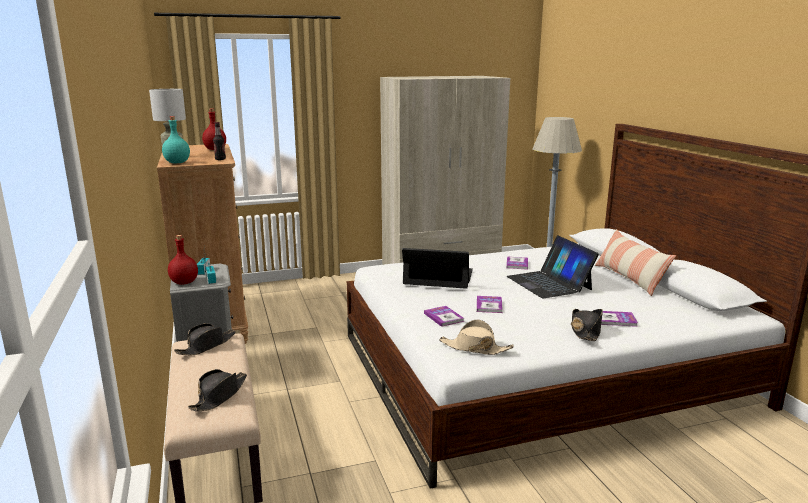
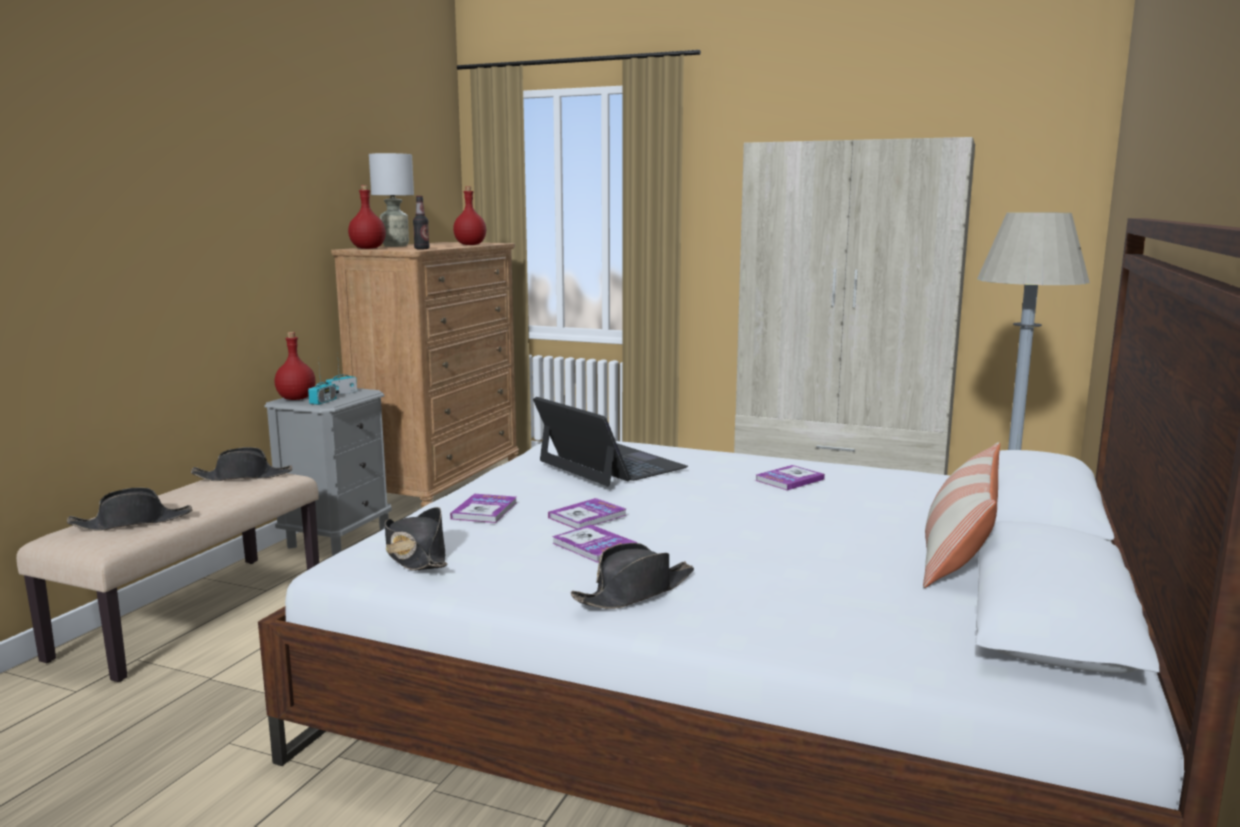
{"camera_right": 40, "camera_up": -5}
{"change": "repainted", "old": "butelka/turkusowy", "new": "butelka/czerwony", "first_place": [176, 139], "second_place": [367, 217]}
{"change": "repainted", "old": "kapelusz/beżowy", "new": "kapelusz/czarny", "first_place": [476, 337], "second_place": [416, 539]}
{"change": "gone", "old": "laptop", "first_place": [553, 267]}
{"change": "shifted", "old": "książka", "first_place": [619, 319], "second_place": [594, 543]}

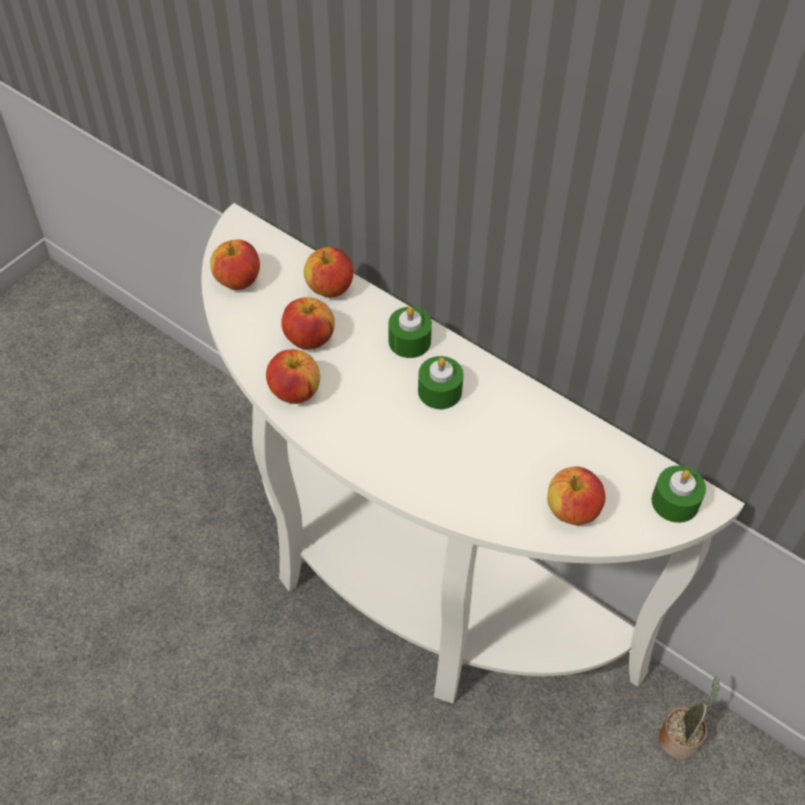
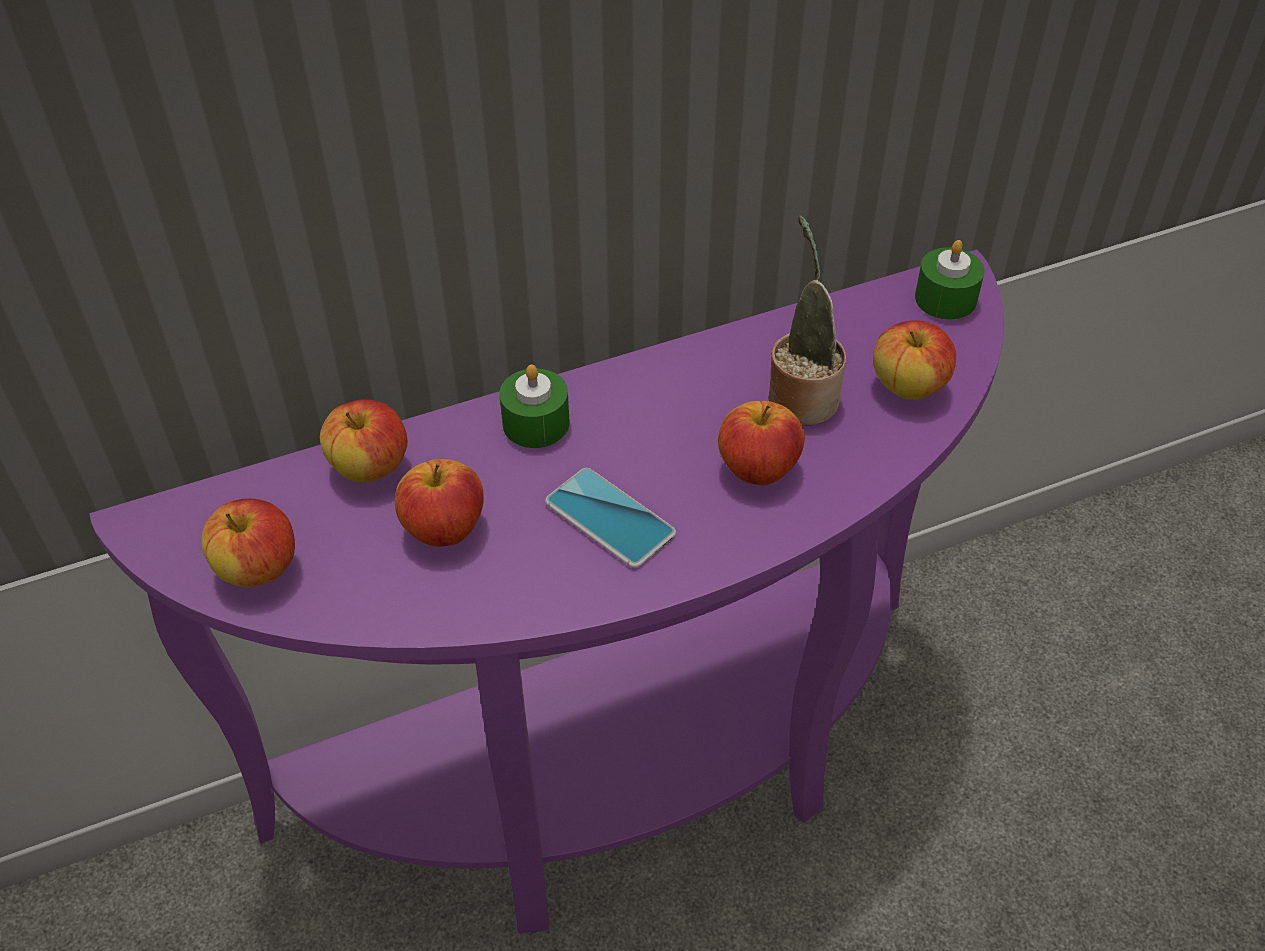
{"camera_right": -60, "camera_up": -5}
{"change": "repainted", "old": "stolik konsolowy/biały", "new": "stolik konsolowy/fioletowy", "first_place": [473, 453], "second_place": [546, 591]}
{"change": "shifted", "old": "jabłko", "first_place": [293, 376], "second_place": [761, 443]}
{"change": "gone", "old": "świeca/zielony", "first_place": [441, 382]}
{"change": "shifted", "old": "roślina doniczkowa", "first_place": [689, 718], "second_place": [807, 321]}
{"change": "new", "new": "telefon", "second_place": [610, 518]}

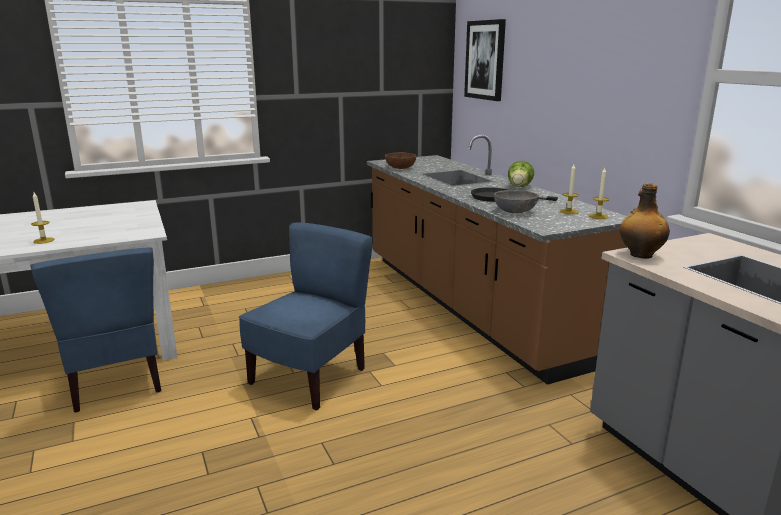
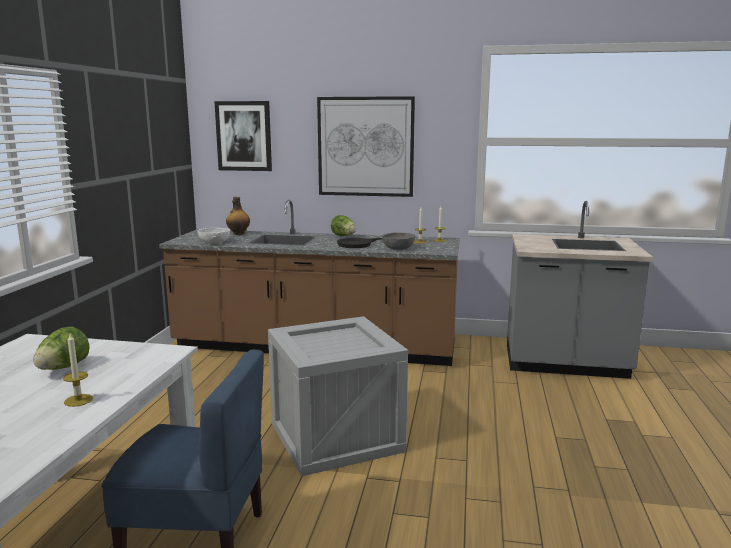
{"camera_right": -55, "camera_up": -5}
{"change": "swapped", "old": "krzesło/niebieski", "new": "skrzynka", "first_place": [306, 316], "second_place": [338, 396]}
{"change": "repainted", "old": "miska/brązowy", "new": "miska/biały", "first_place": [401, 160], "second_place": [213, 236]}
{"change": "shifted", "old": "butelka", "first_place": [645, 221], "second_place": [238, 216]}
{"change": "new", "new": "sałata", "second_place": [61, 348]}
{"change": "new", "new": "obraz", "second_place": [366, 146]}

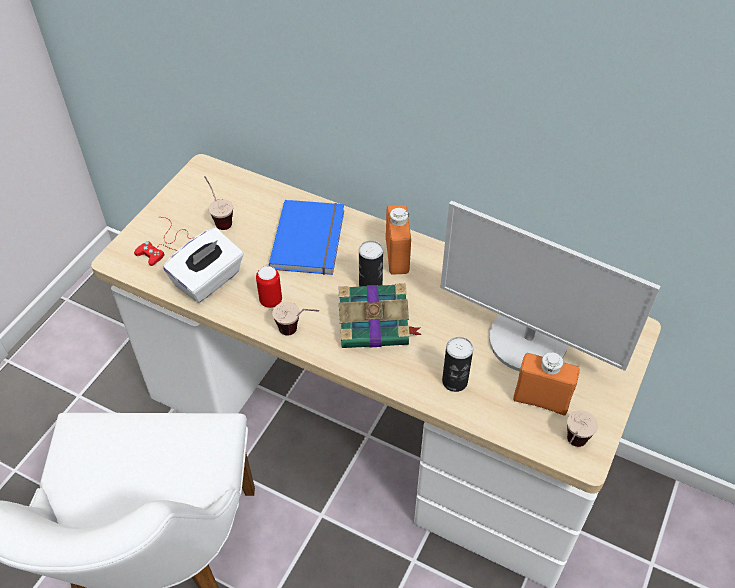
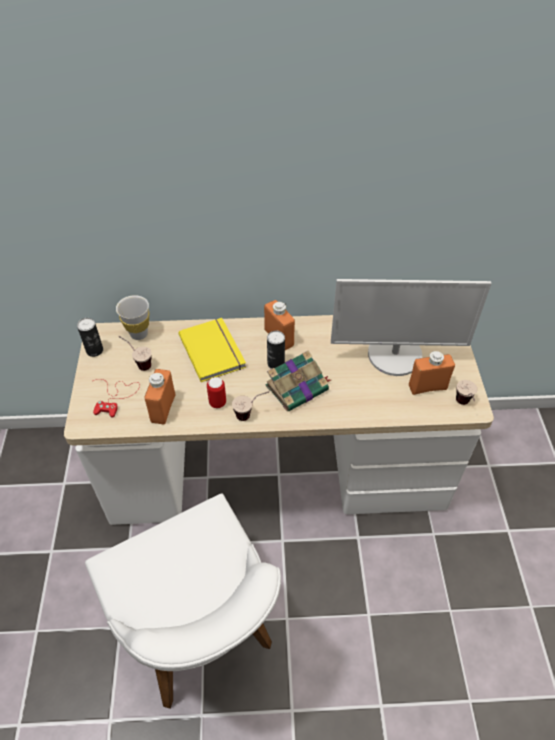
{"camera_right": -30, "camera_up": 0}
{"change": "swapped", "old": "pudełko chusteczek/biały", "new": "butelka/pomarańczowy", "first_place": [203, 265], "second_place": [160, 396]}
{"change": "repainted", "old": "książka/niebieski", "new": "książka/żółty", "first_place": [306, 237], "second_place": [212, 350]}
{"change": "shifted", "old": "puszka", "first_place": [457, 364], "second_place": [90, 337]}
{"change": "new", "new": "filiżanka/biały", "second_place": [132, 317]}

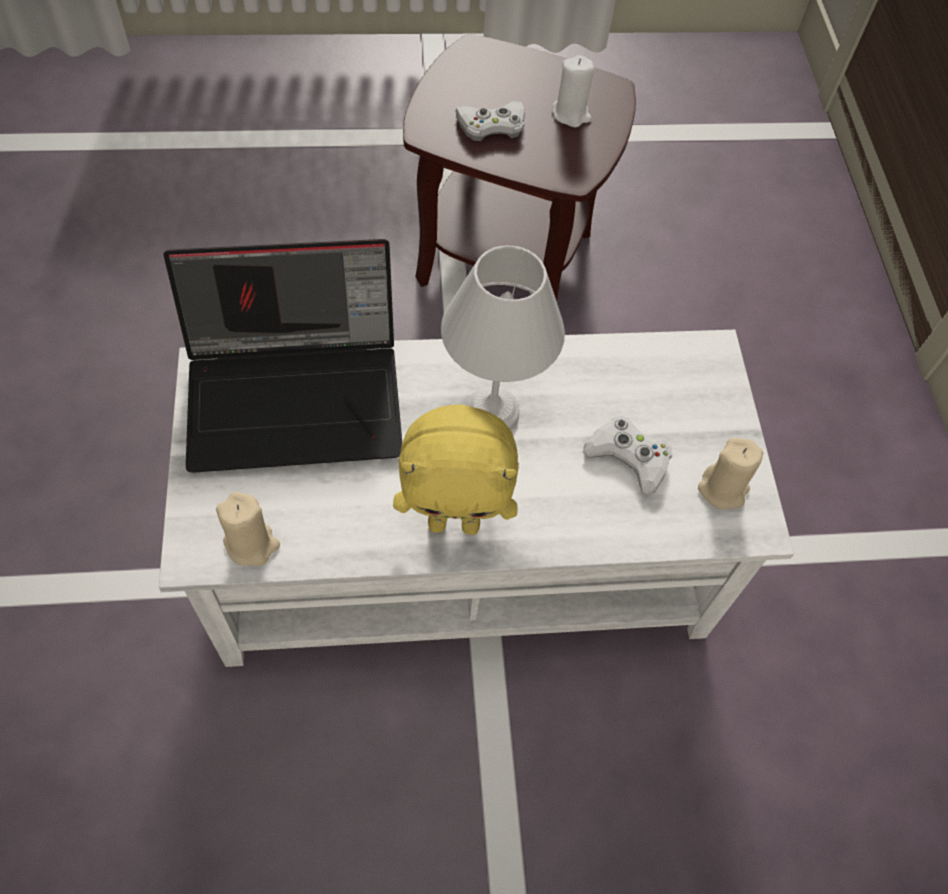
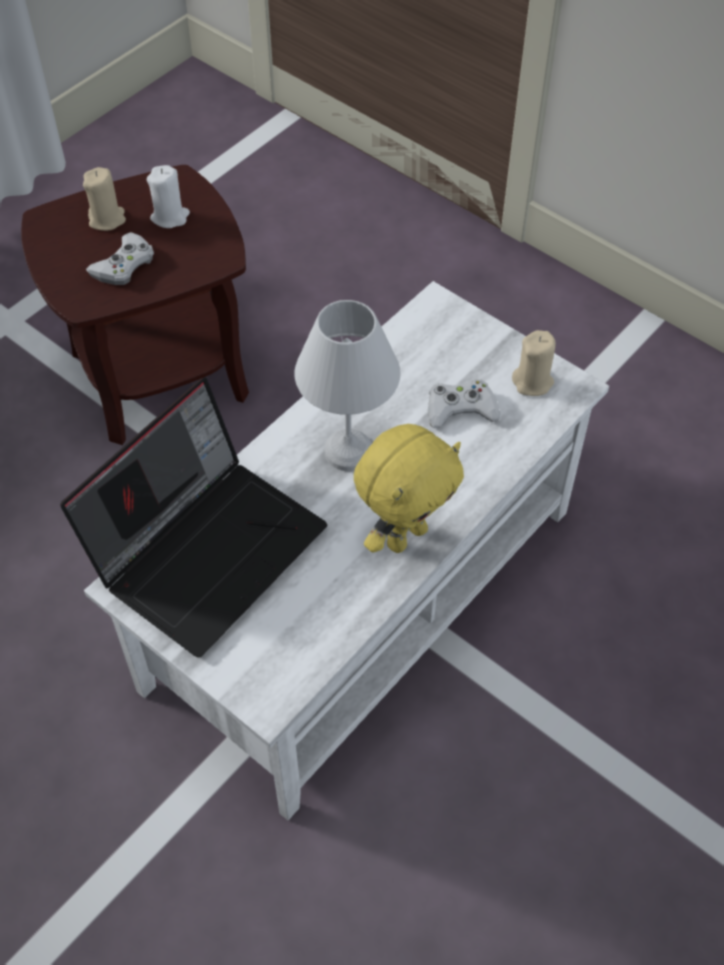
{"camera_right": -40, "camera_up": -5}
{"change": "shifted", "old": "świeca/beżowy", "first_place": [248, 529], "second_place": [104, 199]}

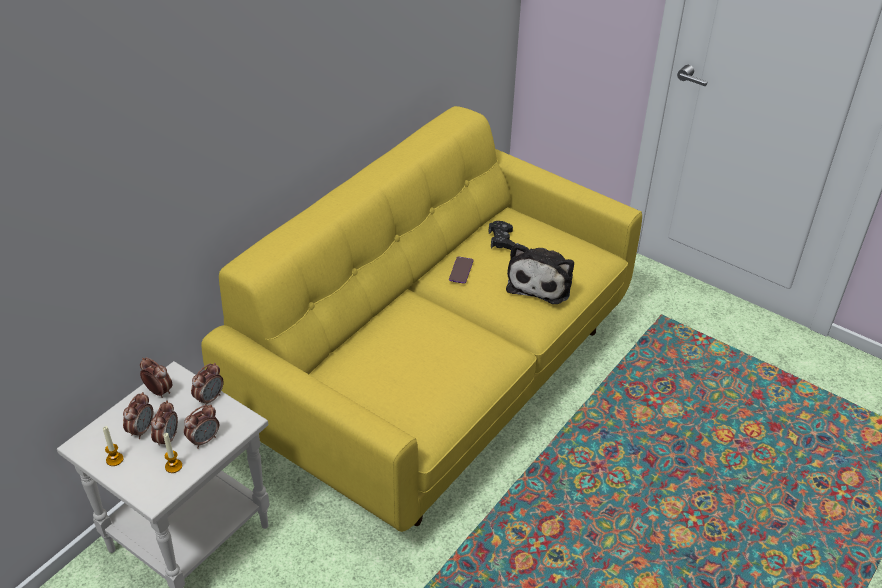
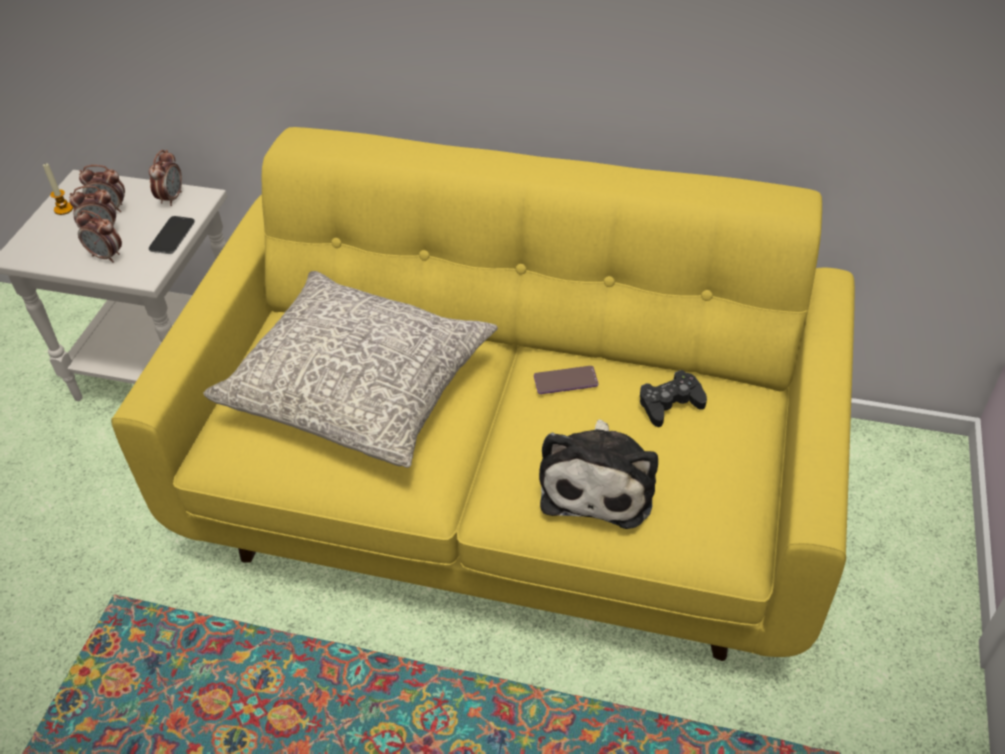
{"camera_right": 70, "camera_up": 5}
{"change": "gone", "old": "świeca", "first_place": [173, 453]}
{"change": "swapped", "old": "budzik", "new": "telefon", "first_place": [207, 384], "second_place": [172, 235]}
{"change": "rotated", "old": "pluszak", "first_place": [540, 273], "second_place": [598, 474], "degrees": -75}
{"change": "new", "new": "poduszka/szary", "second_place": [350, 369]}

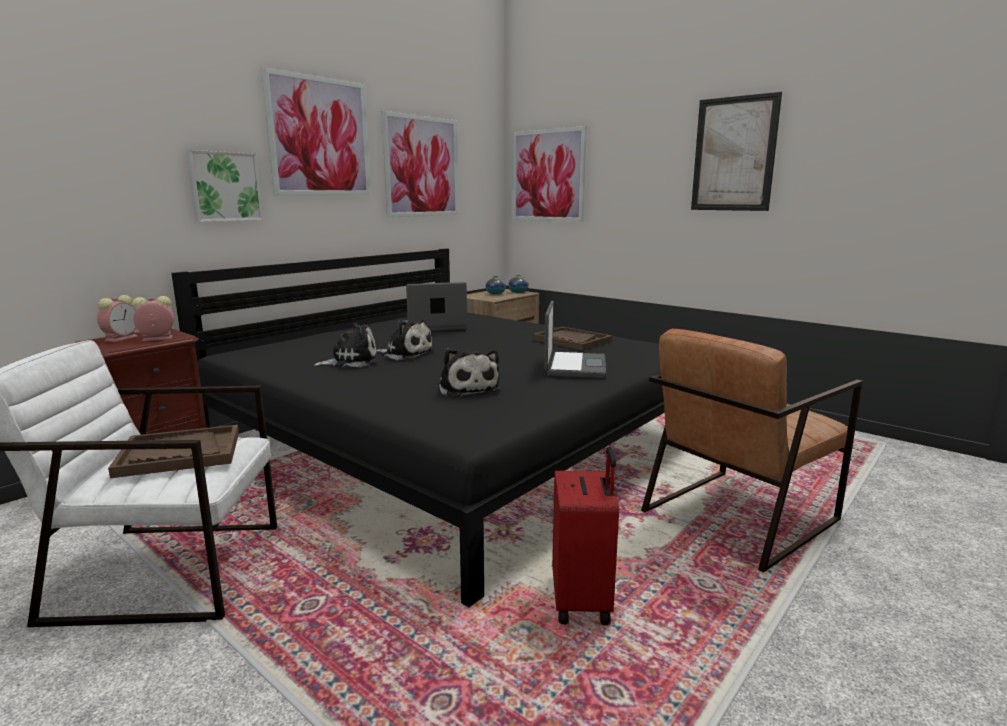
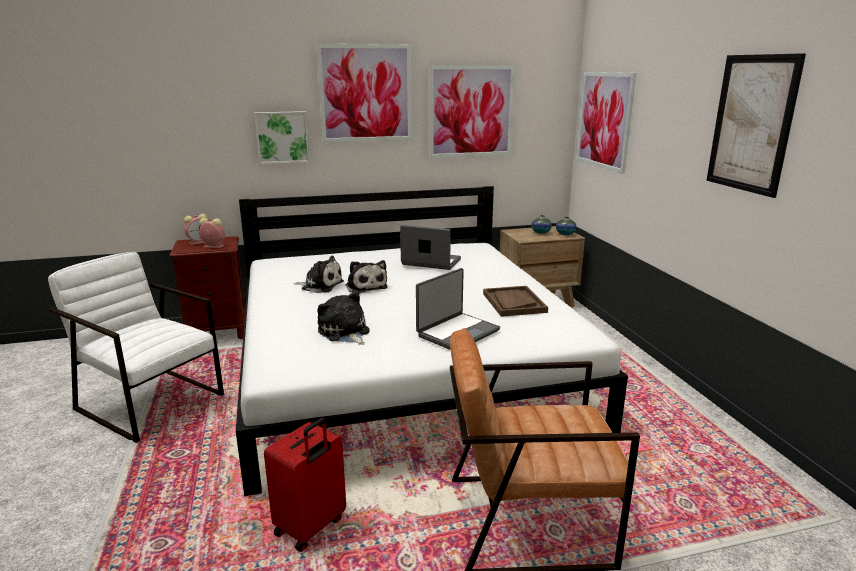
{"camera_right": 35, "camera_up": 5}
{"change": "gone", "old": "taca/brązowy", "first_place": [173, 451]}
{"change": "repainted", "old": "łóżko/czarny", "new": "łóżko/biały", "first_place": [418, 427], "second_place": [432, 341]}
{"change": "rotated", "old": "pluszak", "first_place": [469, 373], "second_place": [343, 318], "degrees": 135}

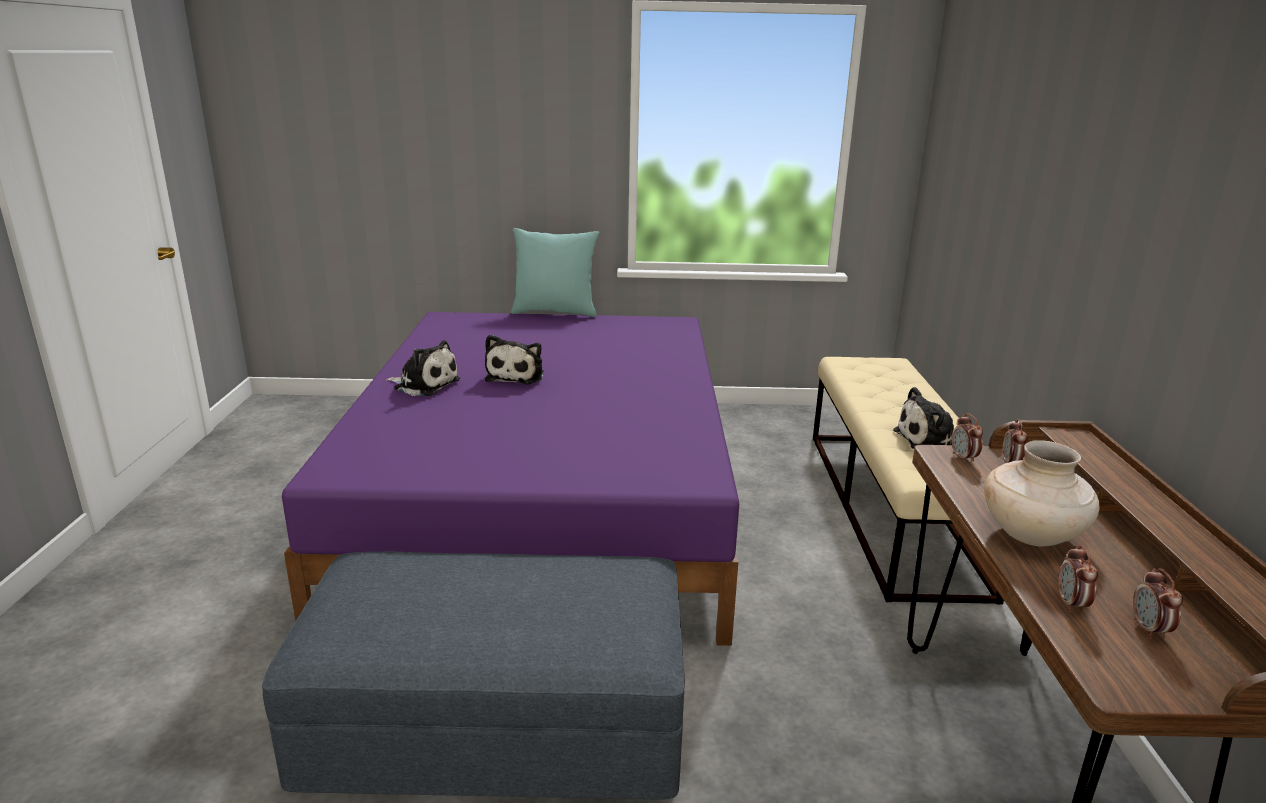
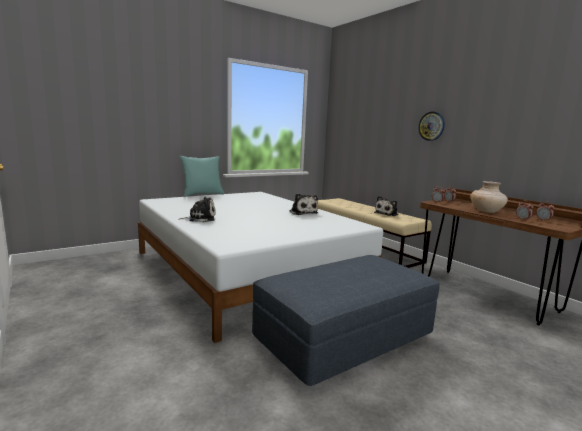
{"camera_right": -35, "camera_up": -10}
{"change": "repainted", "old": "łóżko/fioletowy", "new": "łóżko/biały", "first_place": [510, 479], "second_place": [260, 267]}
{"change": "shifted", "old": "pluszak", "first_place": [514, 359], "second_place": [304, 204]}
{"change": "new", "new": "zegar ścienny", "second_place": [431, 126]}

